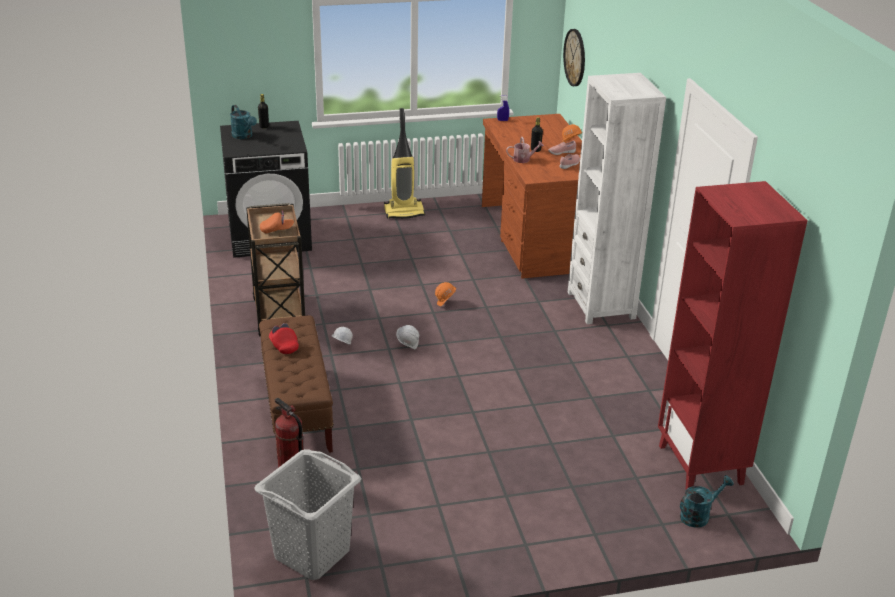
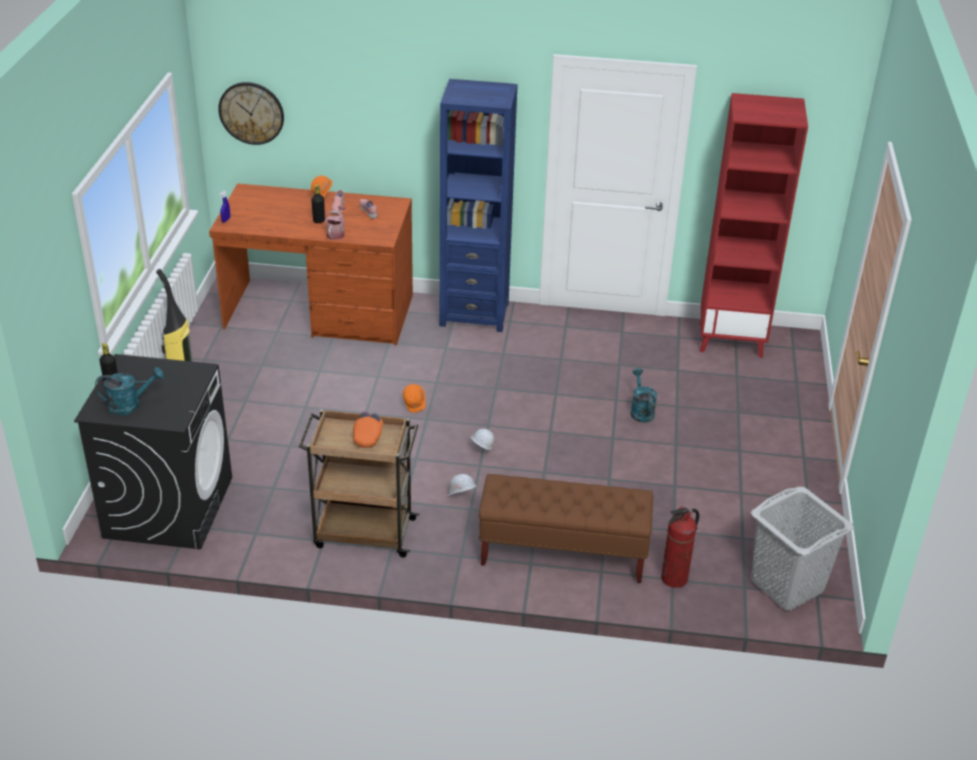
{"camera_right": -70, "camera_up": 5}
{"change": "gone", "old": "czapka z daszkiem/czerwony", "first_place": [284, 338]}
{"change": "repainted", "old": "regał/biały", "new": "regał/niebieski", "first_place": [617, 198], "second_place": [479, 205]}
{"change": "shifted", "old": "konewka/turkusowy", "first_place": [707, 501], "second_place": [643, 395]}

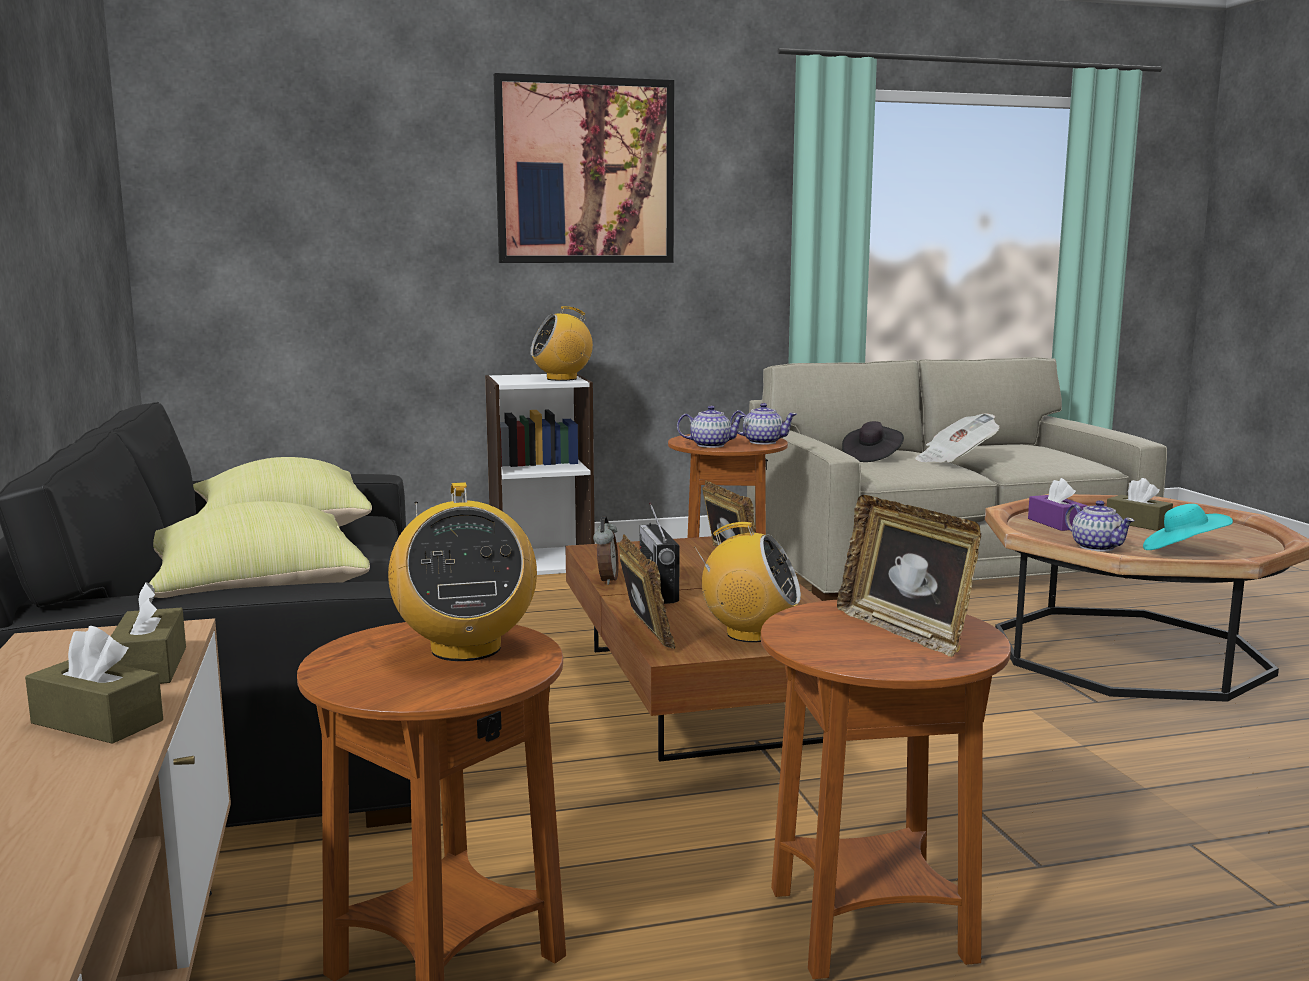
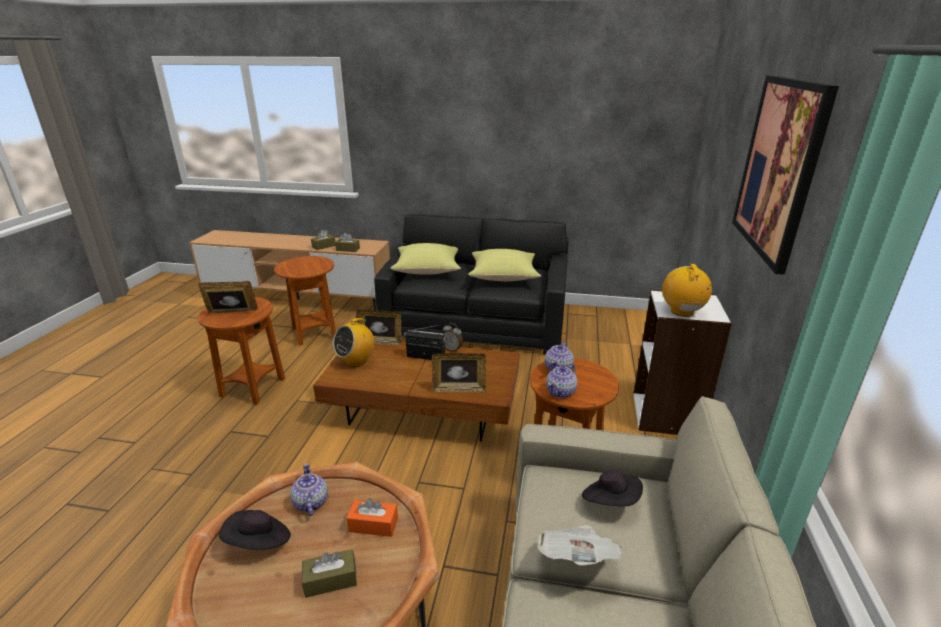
{"camera_right": 115, "camera_up": 15}
{"change": "gone", "old": "radio", "first_place": [462, 571]}
{"change": "repainted", "old": "pudełko chusteczek/fioletowy", "new": "pudełko chusteczek/pomarańczowy", "first_place": [1057, 504], "second_place": [372, 517]}
{"change": "rotated", "old": "imbryk", "first_place": [1100, 526], "second_place": [309, 489], "degrees": 75}
{"change": "repainted", "old": "kapelusz/turkusowy", "new": "kapelusz/czarny", "first_place": [1188, 527], "second_place": [255, 530]}

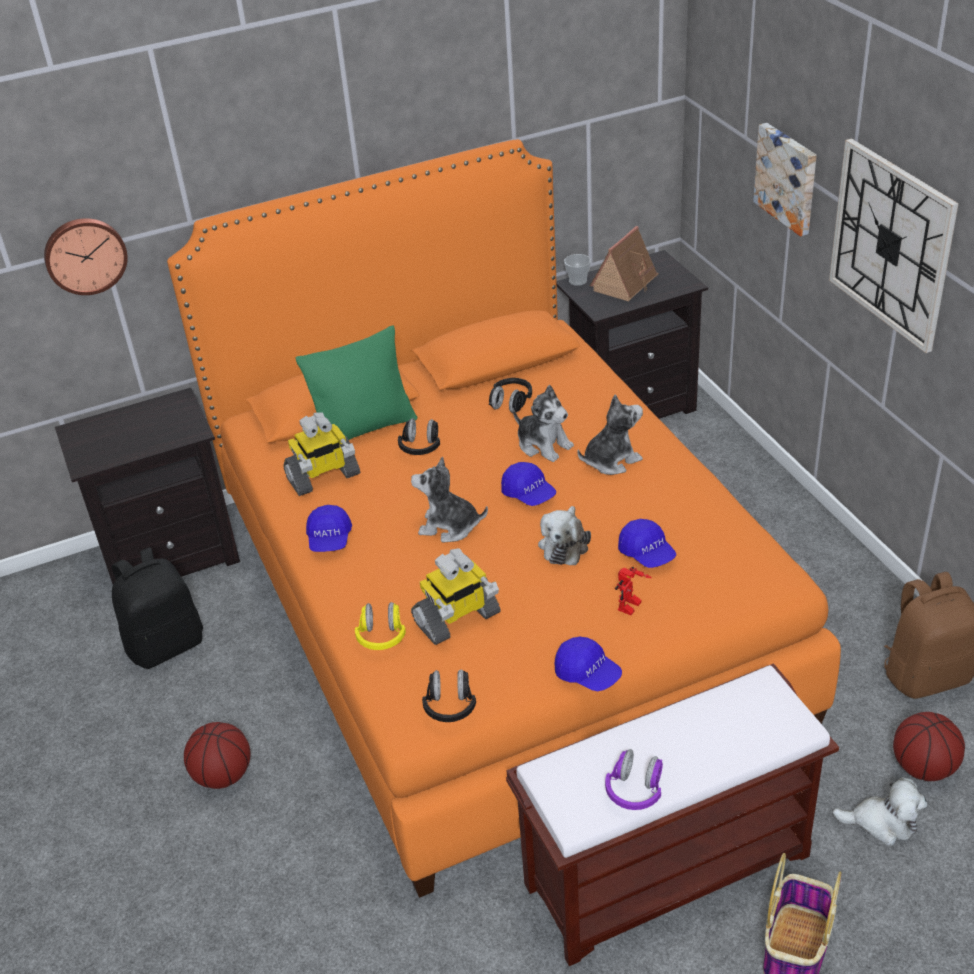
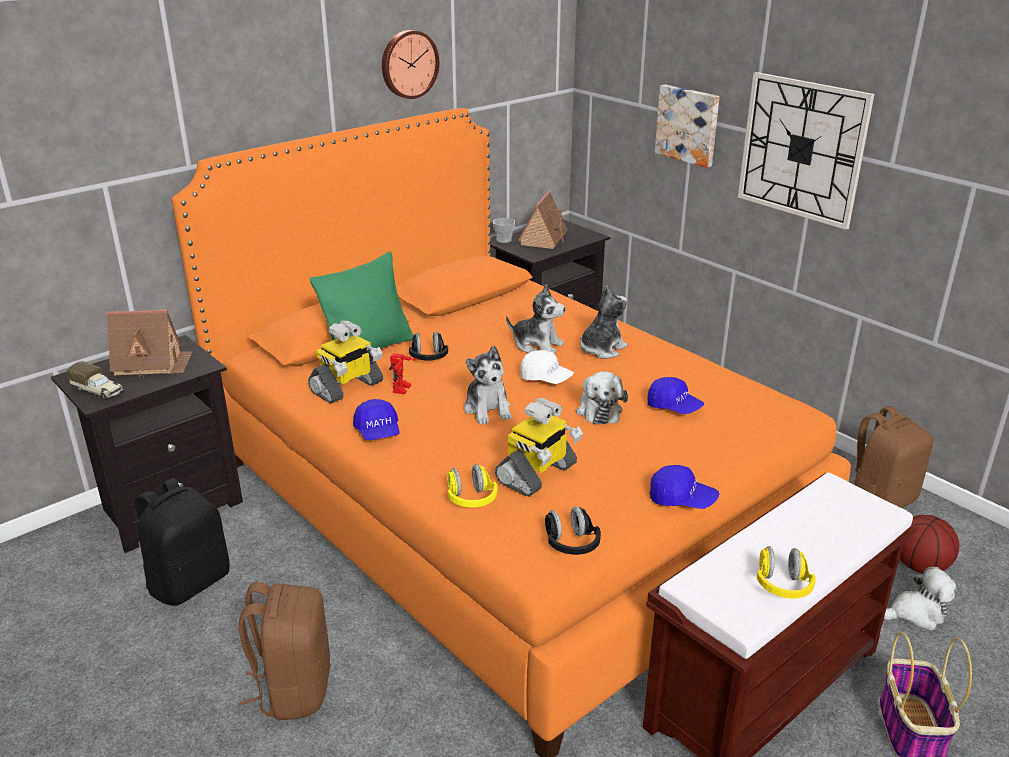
{"camera_right": -20, "camera_up": -10}
{"change": "shifted", "old": "zegar ścienny", "first_place": [86, 256], "second_place": [410, 64]}
{"change": "swapped", "old": "piłka do koszykówki", "new": "plecak/brązowy", "first_place": [217, 755], "second_place": [284, 651]}
{"change": "rotated", "old": "pluszak", "first_place": [449, 500], "second_place": [488, 385], "degrees": -105}
{"change": "gone", "old": "słuchawki/czarny", "first_place": [510, 395]}
{"change": "repainted", "old": "czapka z daszkiem/niebieski", "new": "czapka z daszkiem/biały", "first_place": [528, 484], "second_place": [547, 367]}
{"change": "repainted", "old": "słuchawki/fioletowy", "new": "słuchawki/żółty", "first_place": [634, 779], "second_place": [786, 572]}
{"change": "shifted", "old": "robot zabawkowy", "first_place": [633, 591], "second_place": [403, 374]}
{"change": "new", "new": "ciężarówka zabawkowa", "second_place": [95, 380]}
{"change": "new", "new": "domek", "second_place": [149, 343]}

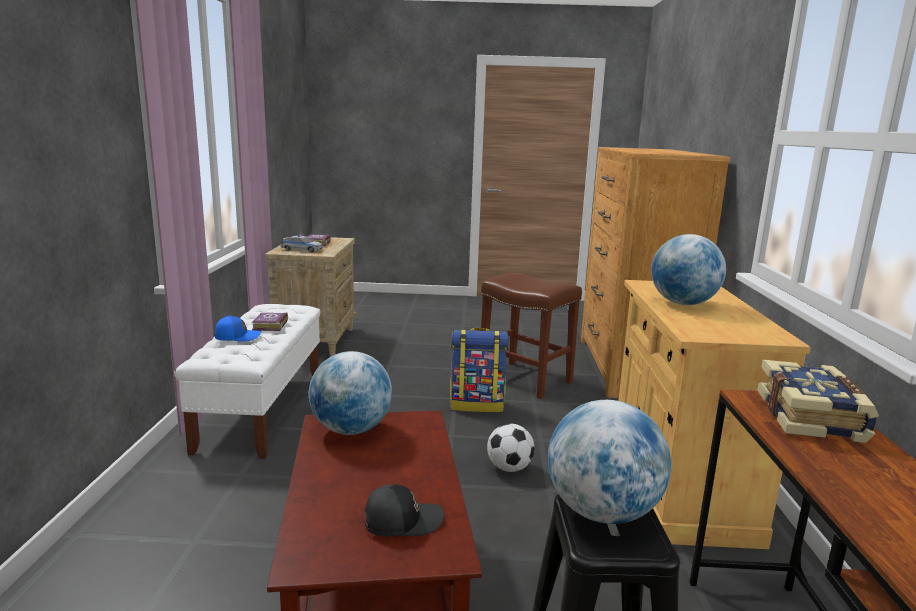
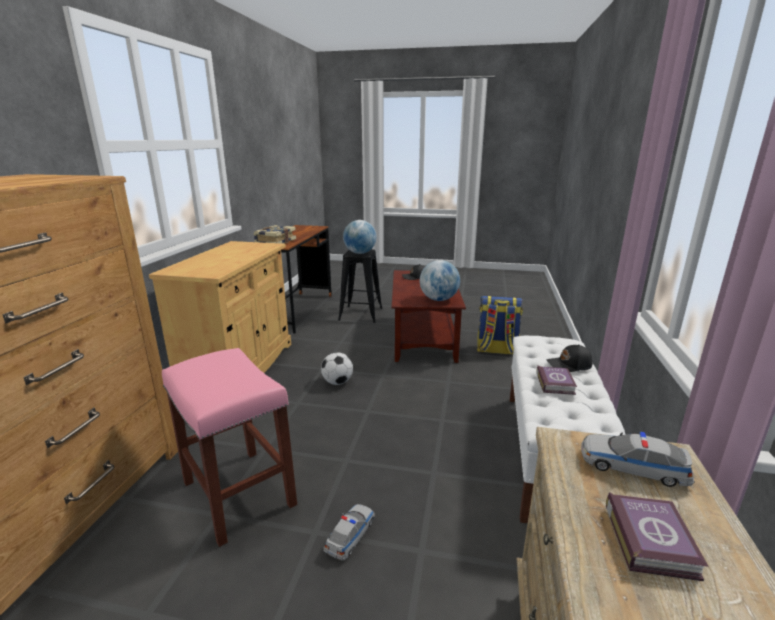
{"camera_right": -170, "camera_up": 5}
{"change": "repainted", "old": "czapka z daszkiem/niebieski", "new": "czapka z daszkiem/czarny", "first_place": [238, 328], "second_place": [569, 358]}
{"change": "shifted", "old": "plecak", "first_place": [479, 370], "second_place": [500, 325]}
{"change": "repainted", "old": "stołek/brązowy", "new": "stołek/różowy", "first_place": [531, 336], "second_place": [229, 447]}
{"change": "gone", "old": "globus", "first_place": [688, 269]}
{"change": "new", "new": "samochodzik", "second_place": [349, 532]}

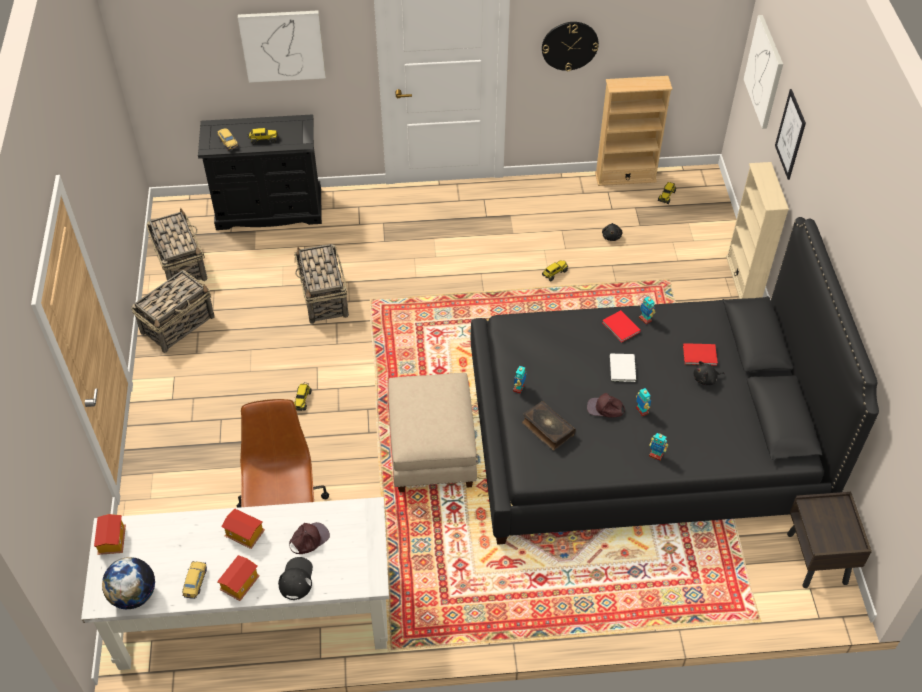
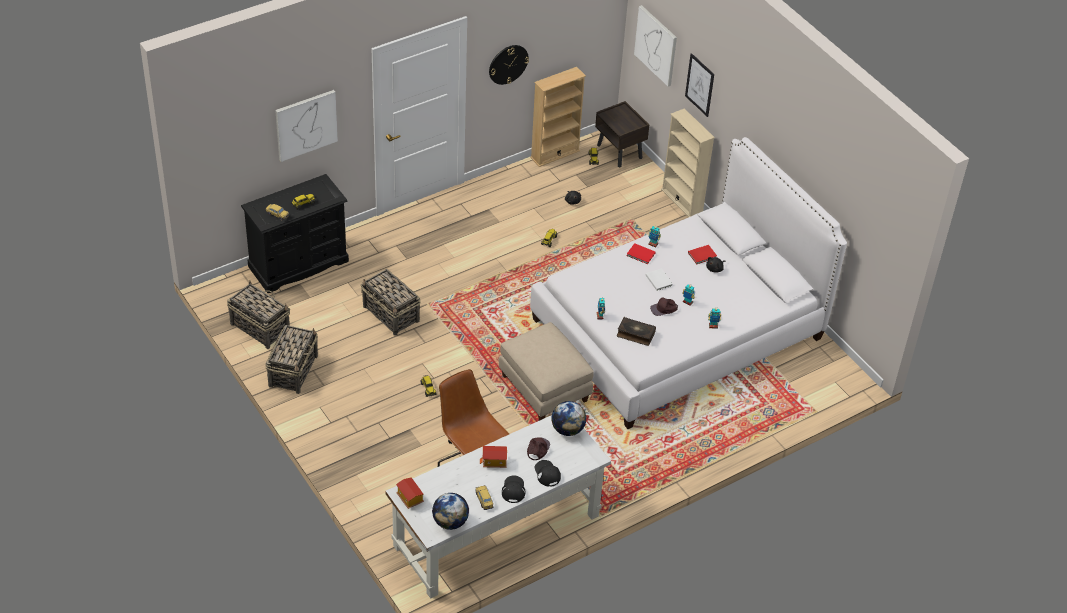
{"camera_right": -30, "camera_up": -5}
{"change": "swapped", "old": "domek", "new": "czapka z daszkiem/czarny", "first_place": [238, 578], "second_place": [513, 489]}
{"change": "repainted", "old": "łóżko/czarny", "new": "łóżko/biały", "first_place": [675, 381], "second_place": [688, 283]}
{"change": "shifted", "old": "szafka nocna/brązowy", "first_place": [829, 540], "second_place": [622, 134]}
{"change": "new", "new": "globus", "second_place": [568, 418]}

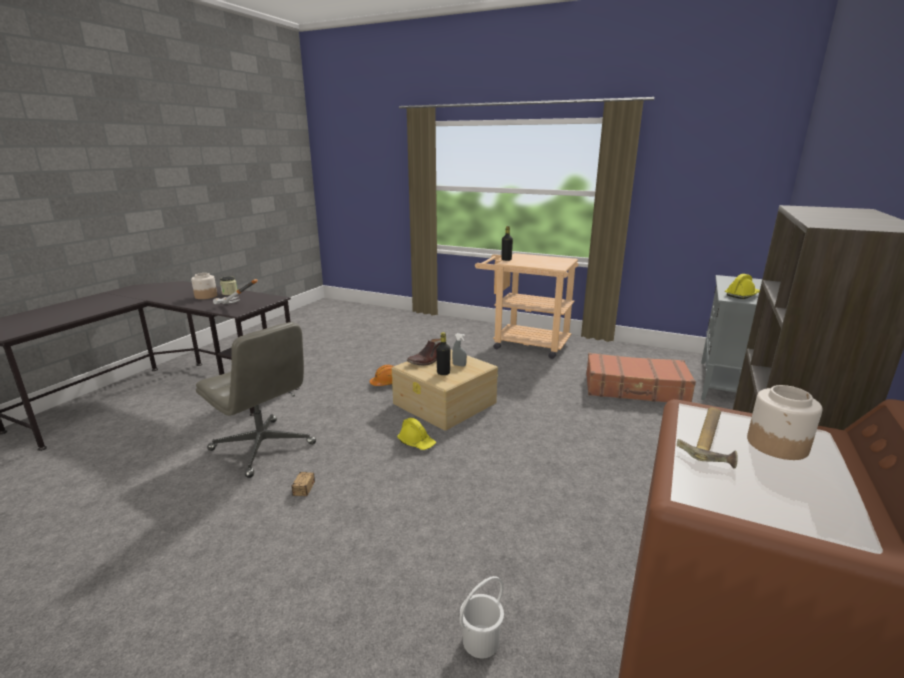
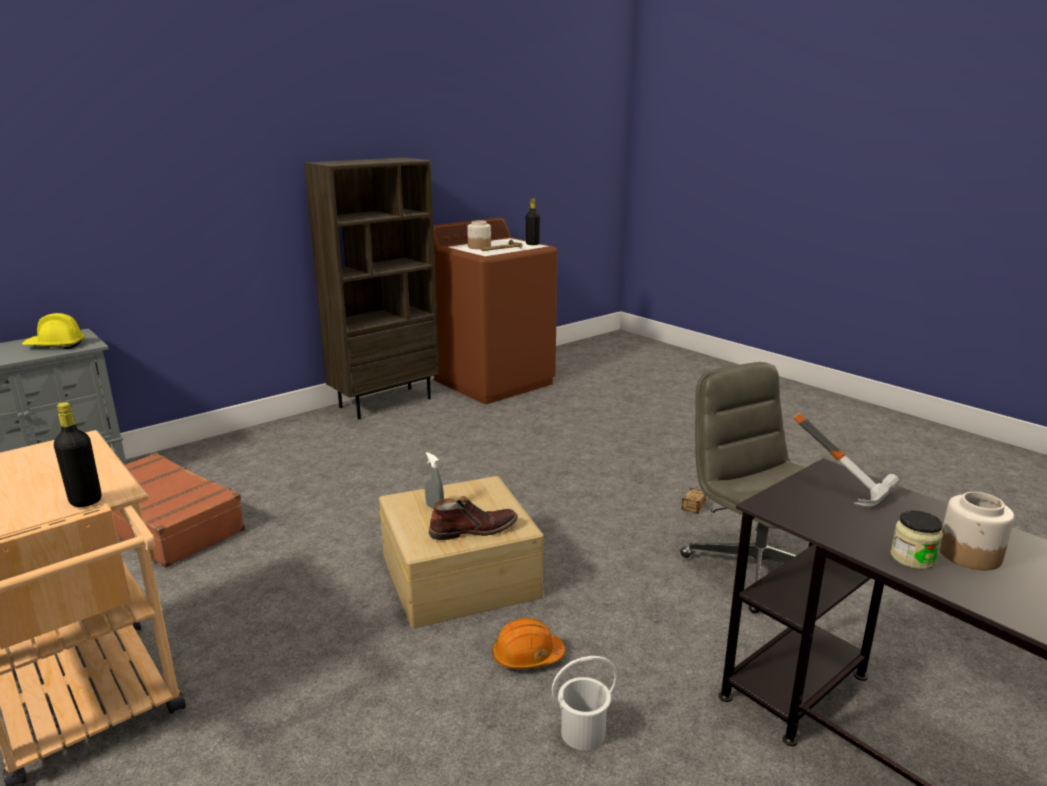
{"camera_right": -155, "camera_up": 0}
{"change": "gone", "old": "kask/żółty", "first_place": [416, 434]}
{"change": "shifted", "old": "butelka/czarny", "first_place": [443, 353], "second_place": [533, 222]}
{"change": "shifted", "old": "wiadro/biały", "first_place": [481, 617], "second_place": [585, 703]}

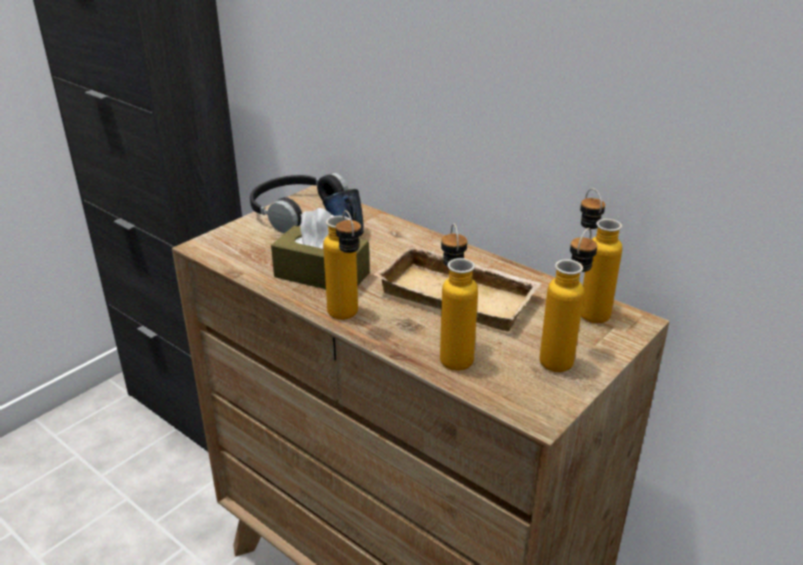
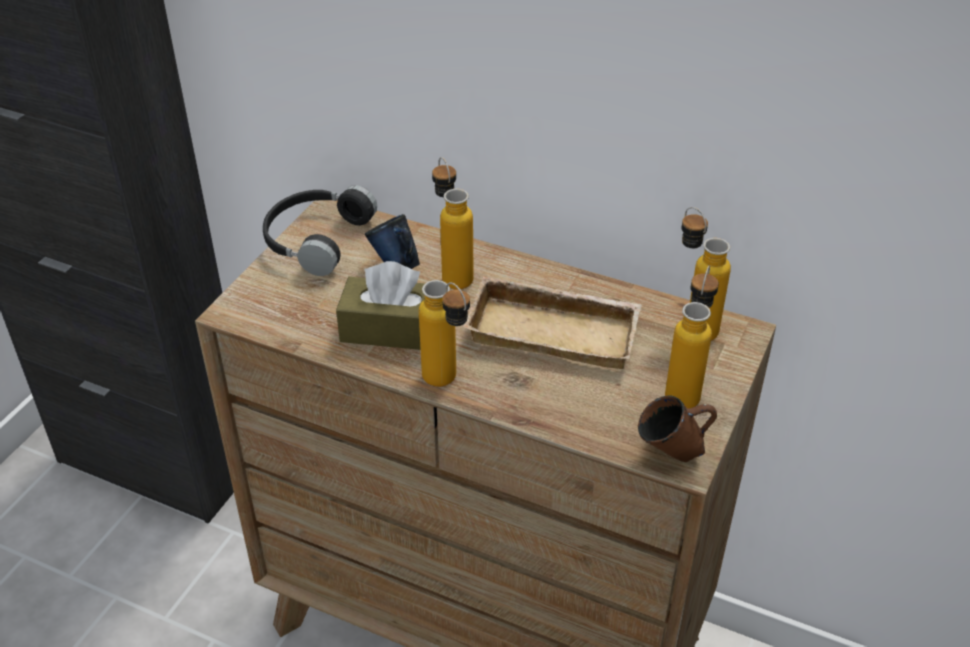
{"camera_right": -15, "camera_up": 10}
{"change": "shifted", "old": "butelka", "first_place": [459, 297], "second_place": [453, 223]}
{"change": "new", "new": "kubek/brązowy", "second_place": [677, 428]}

